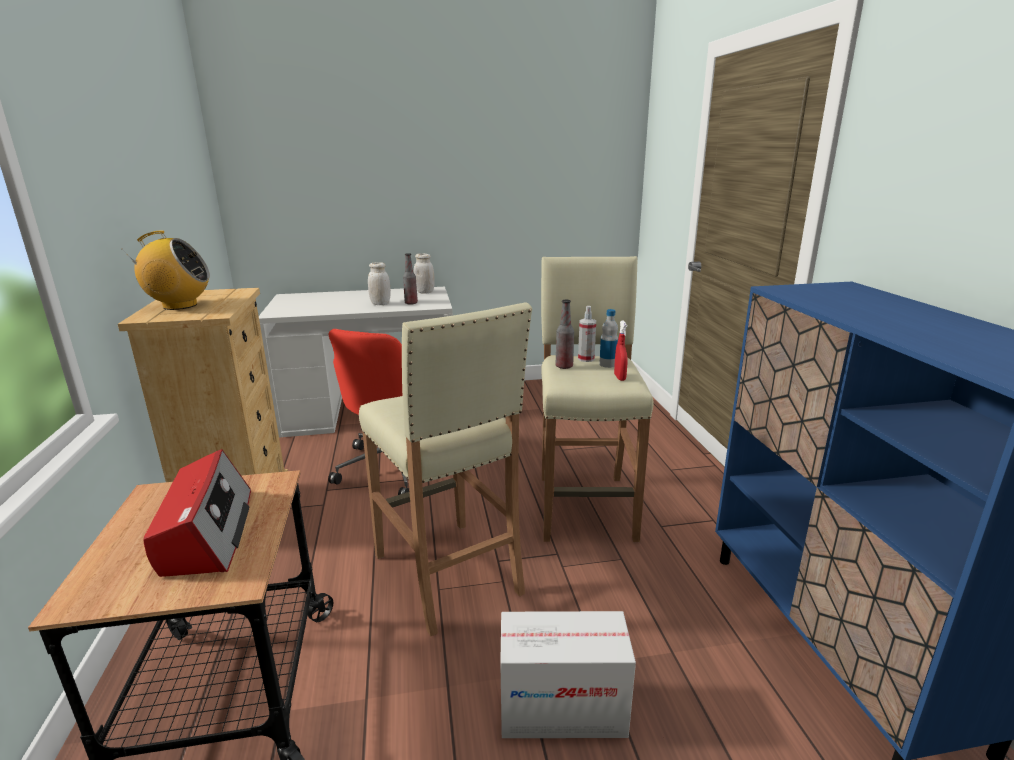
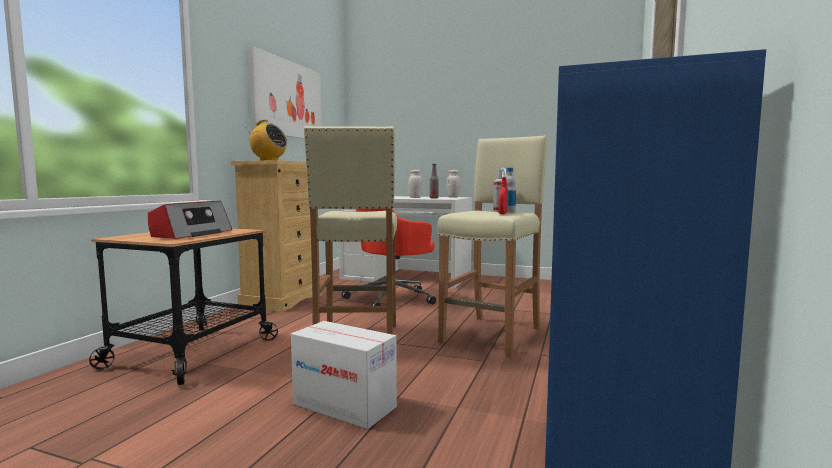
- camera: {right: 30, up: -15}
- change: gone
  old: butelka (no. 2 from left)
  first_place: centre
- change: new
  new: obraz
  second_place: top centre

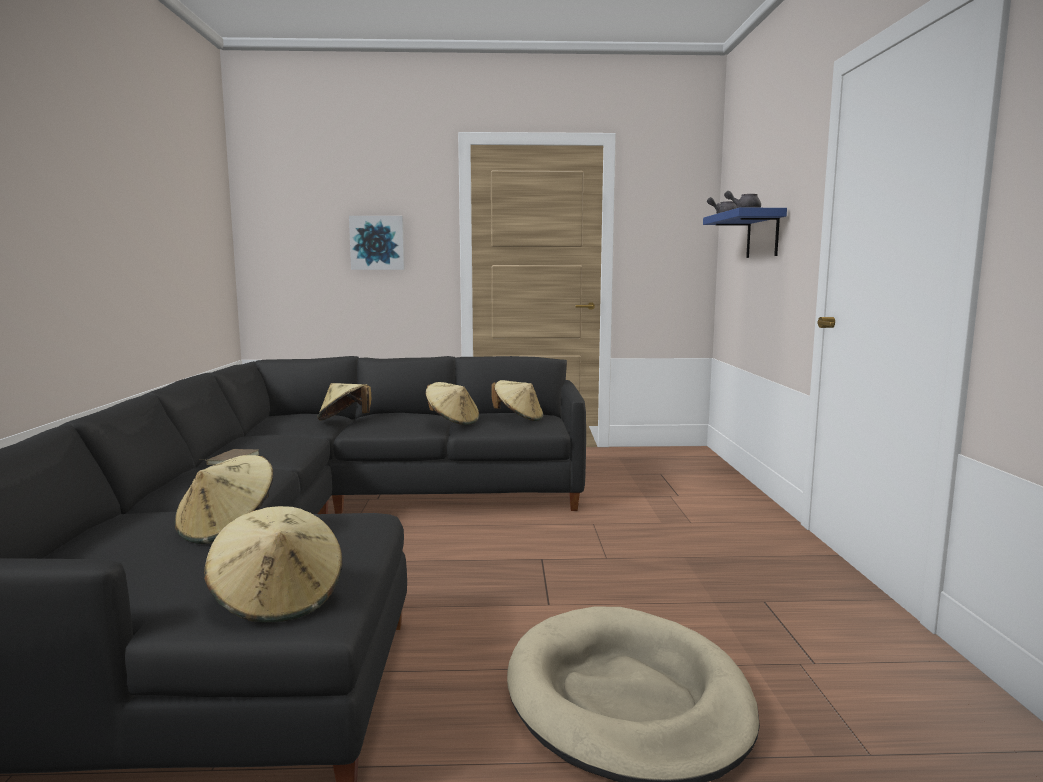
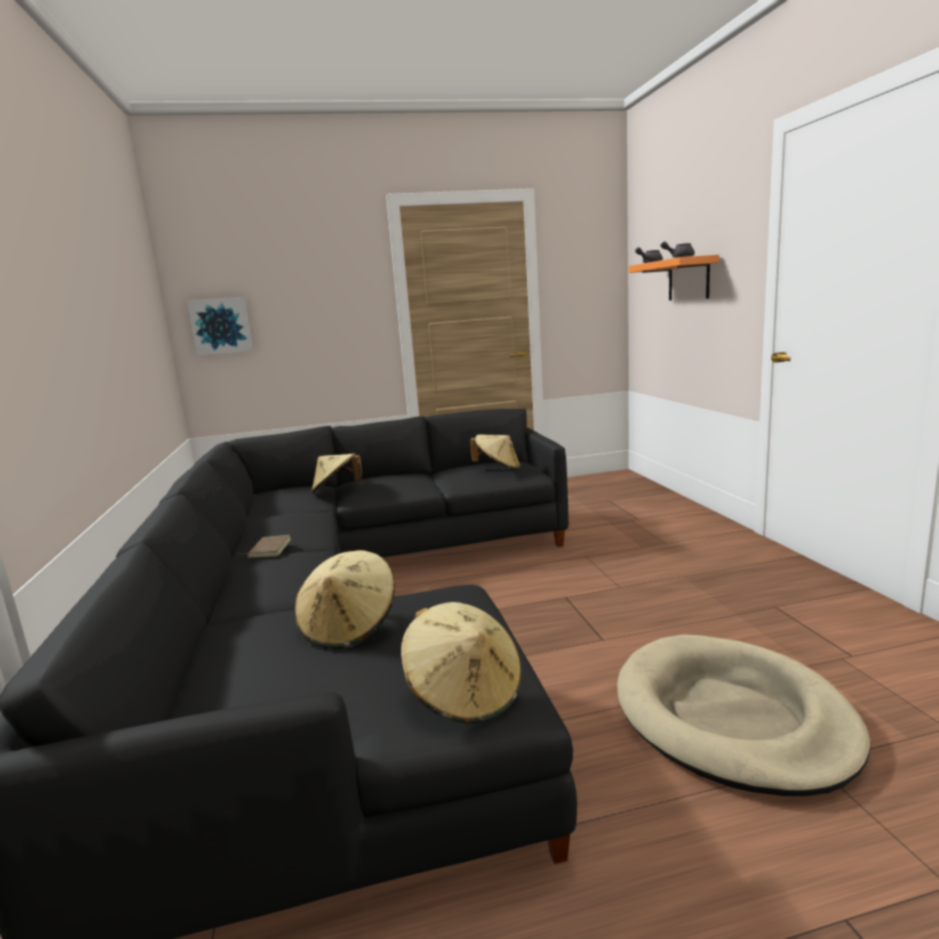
- camera: {right: -10, up: 5}
- change: repainted
  old: półka/niebieski
  new: półka/pomarańczowy
  first_place: top right
  second_place: top right
- change: shifted
  old: obraz
  first_place: top centre
  second_place: middle left
- change: gone
  old: kapelusz/beżowy (no. 4 from left)
  first_place: centre

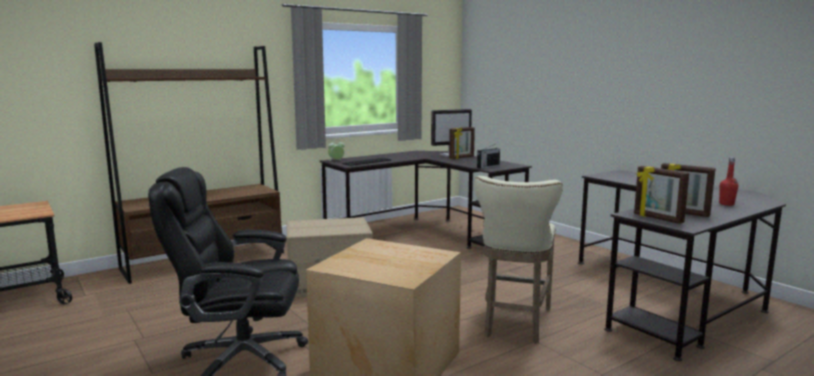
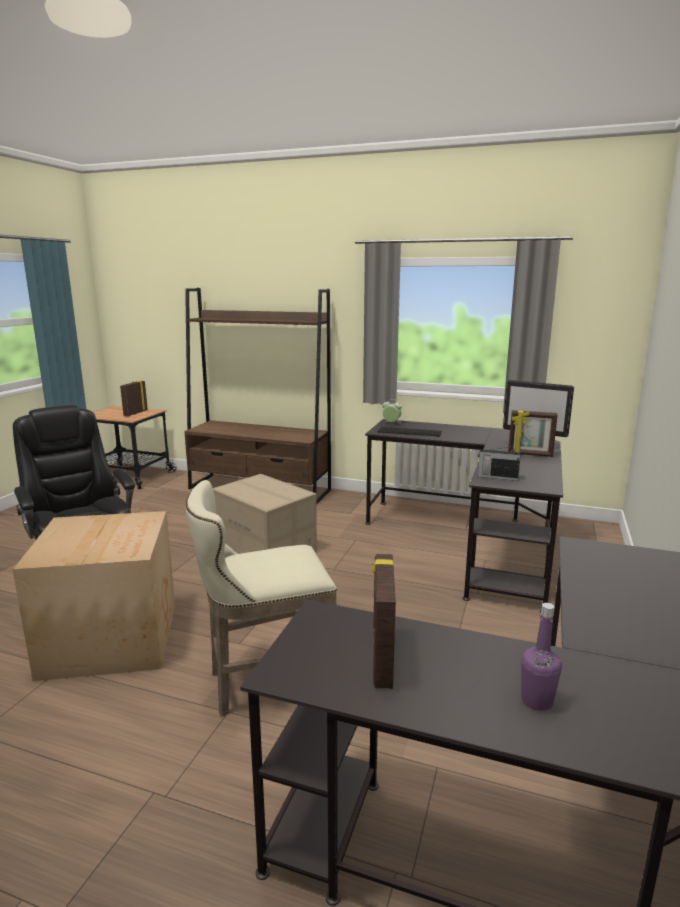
- camera: {right: 55, up: 5}
- change: repainted
  old: butelka/czerwony
  new: butelka/fioletowy
  first_place: middle right
  second_place: bottom right
- change: shifted
  old: ramka na zdjęcie (no. 2 from left in the first image)
  new: ramka na zdjęcie (no. 1 from left)
  first_place: middle right
  second_place: middle left

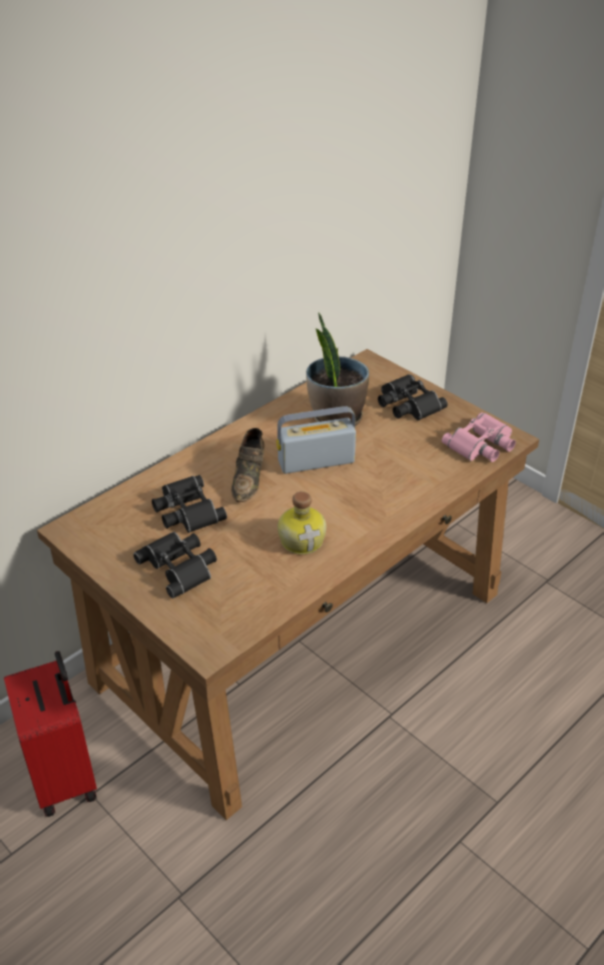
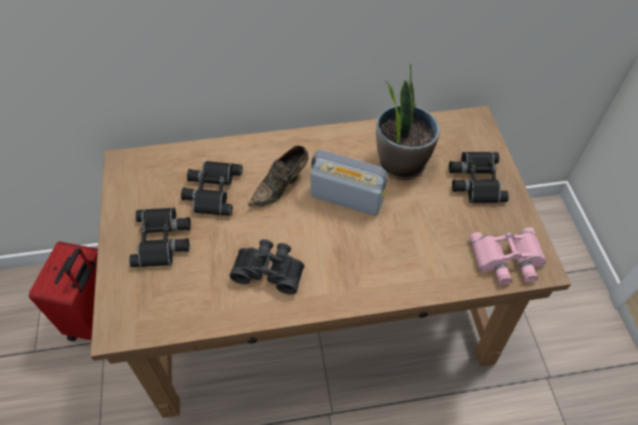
- camera: {right: 35, up: 15}
- change: swapped
  old: butelka
  new: lornetka/czarny (no. 3 from left)
  first_place: centre
  second_place: centre

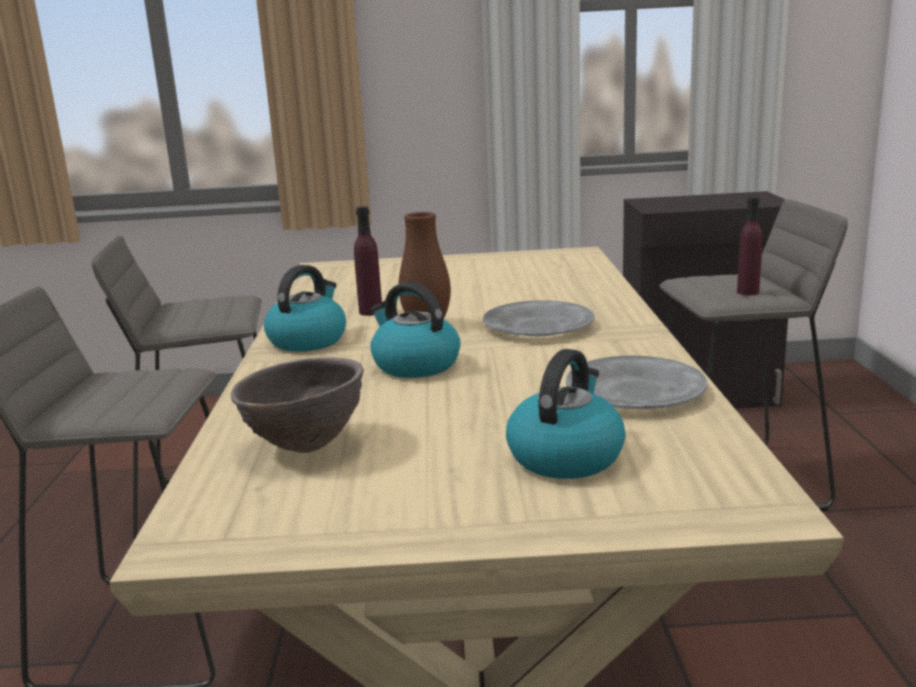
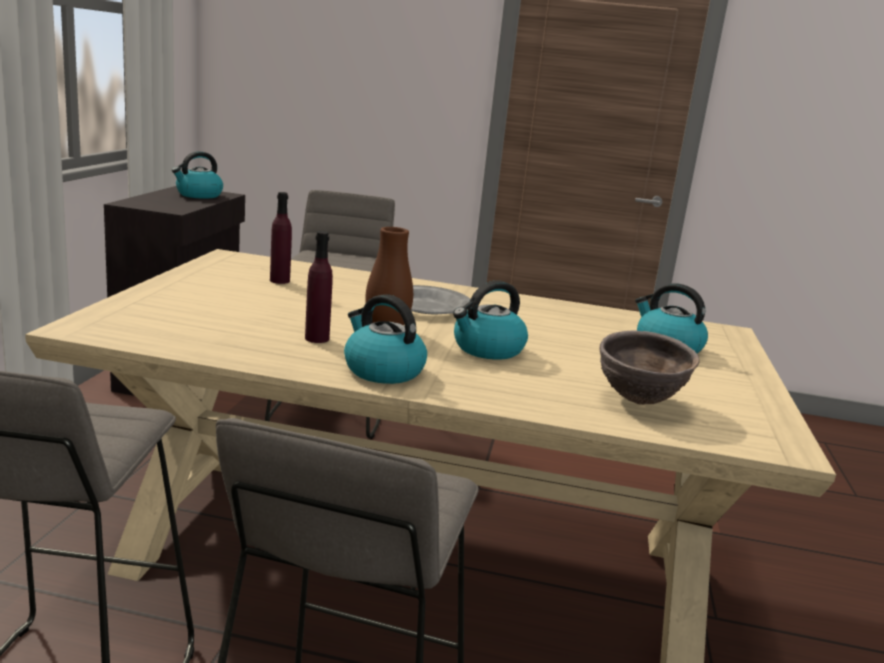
- camera: {right: -80, up: 0}
- change: shifted
  old: butelka/fioletowy (no. 2 from left in the first image)
  new: butelka/fioletowy (no. 1 from left)
  first_place: middle right
  second_place: middle left
- change: gone
  old: talerz/szary (no. 2 from left)
  first_place: middle right
- change: new
  new: czajnik (no. 1 from left)
  second_place: top left

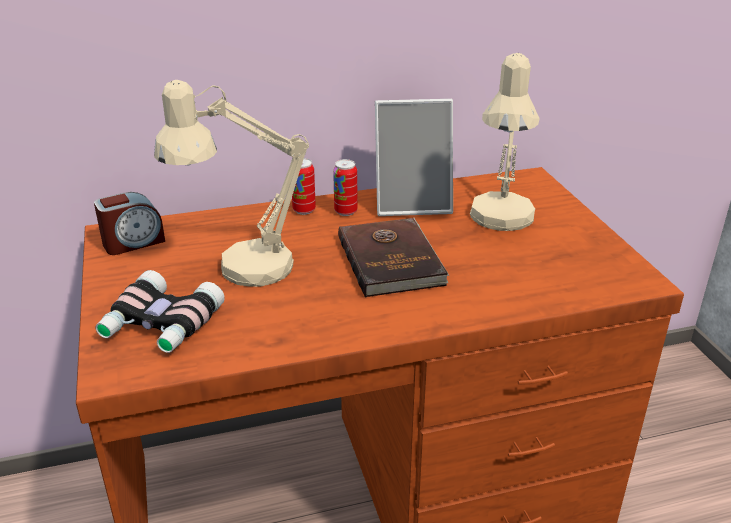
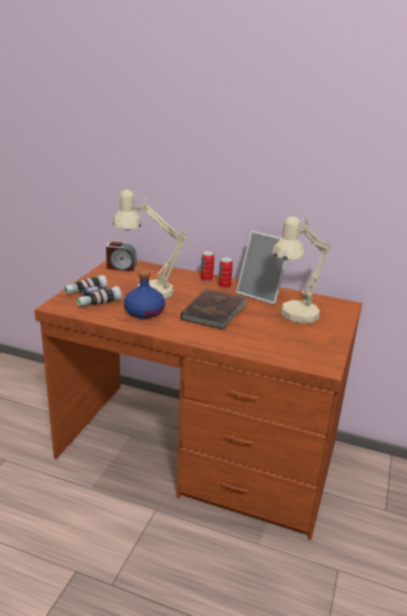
- camera: {right: 35, up: -5}
- change: new
  new: butelka/niebieski
  second_place: centre

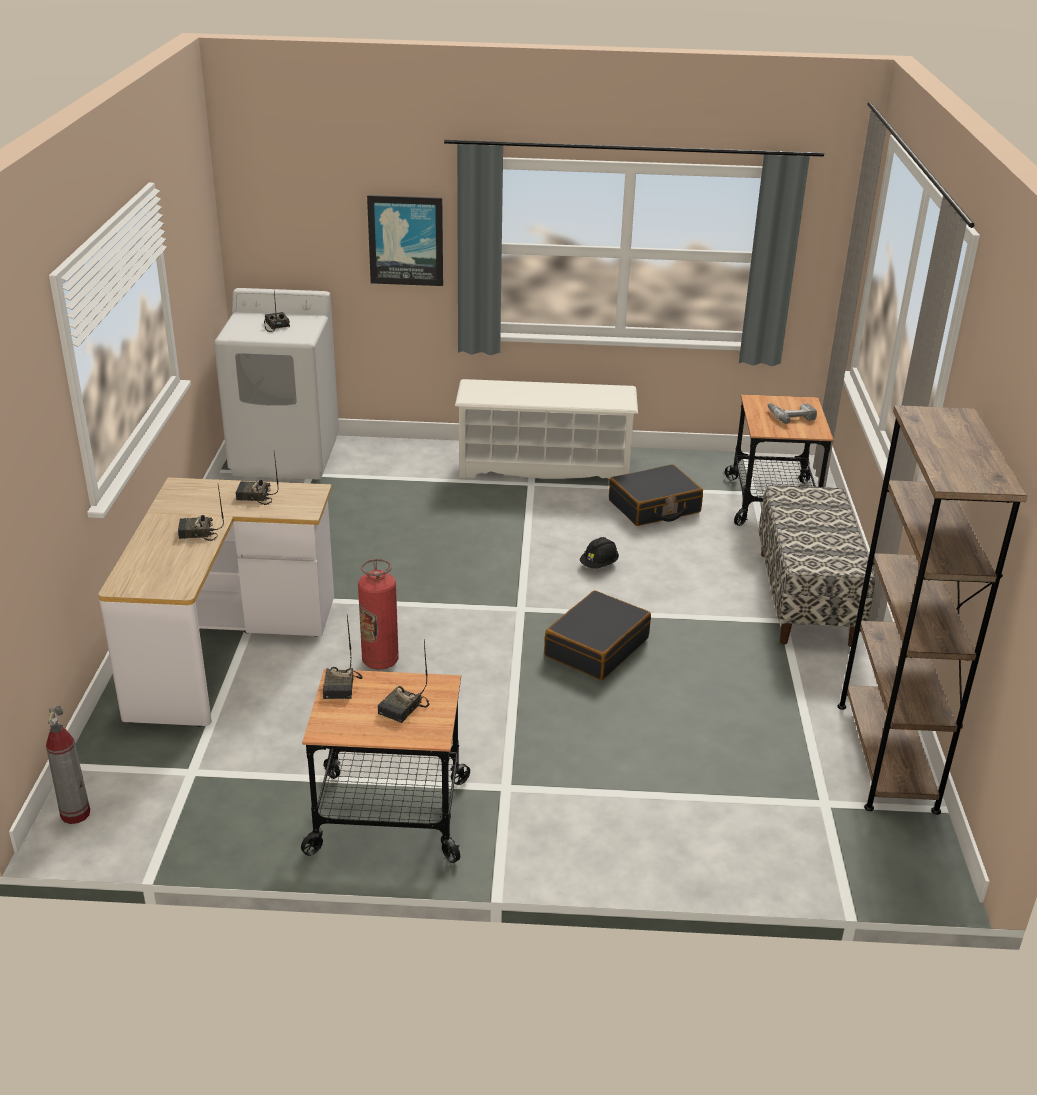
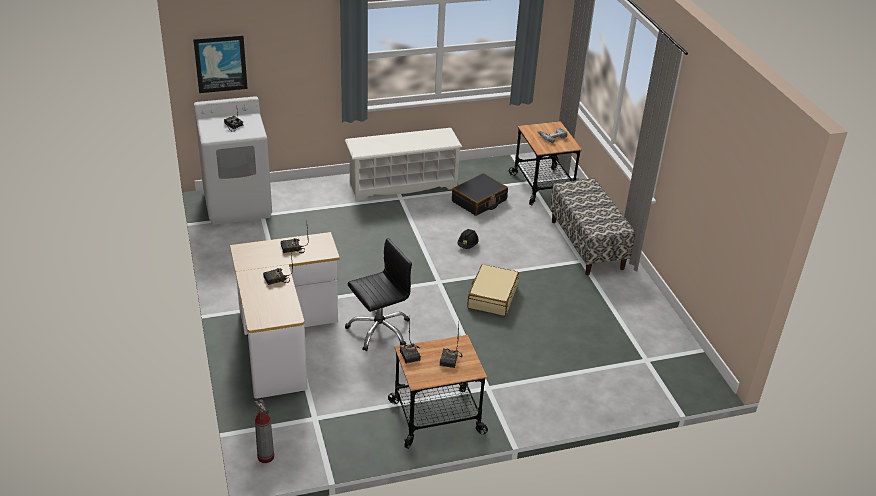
- camera: {right: -20, up: 5}
- change: shifted
  old: obraz
  first_place: top centre
  second_place: top left
- change: gone
  old: regał/brązowy
  first_place: middle right
- change: swapped
  old: gaśnica (no. 2 from left)
  new: krzesło biurowe/czarny
  first_place: centre
  second_place: centre
- change: repainted
  old: walizka/czarny (no. 1 from left)
  new: walizka/beżowy
  first_place: centre
  second_place: centre

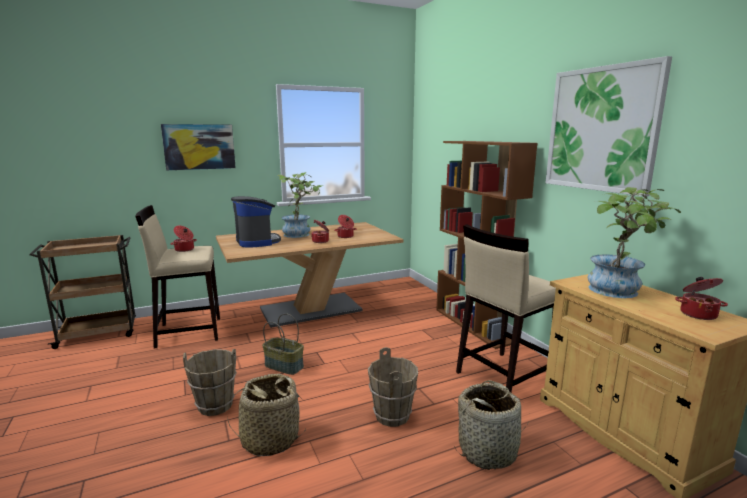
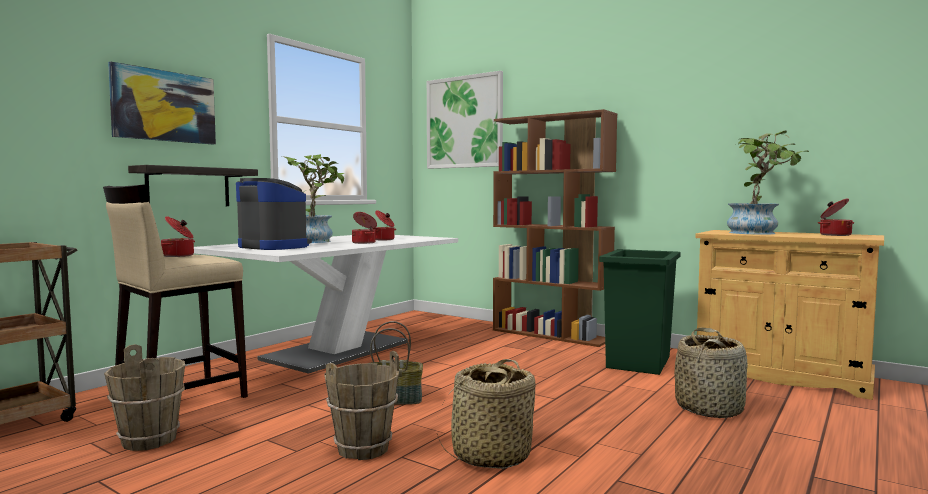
- camera: {right: -30, up: -10}
- change: shifted
  old: obraz (no. 2 from left)
  first_place: top right
  second_place: top centre
- change: repainted
  old: stół jadalny/brązowy
  new: stół jadalny/biały
  first_place: centre
  second_place: centre
- change: swapped
  old: stołek/beżowy (no. 2 from left)
  new: kosz na śmieci/zielony
  first_place: middle right
  second_place: middle right
- change: shifted
  old: wiadro/brązowy (no. 2 from left in the first image)
  new: wiadro/brązowy (no. 1 from left)
  first_place: bottom centre
  second_place: bottom left
- change: new
  new: półka
  second_place: middle left

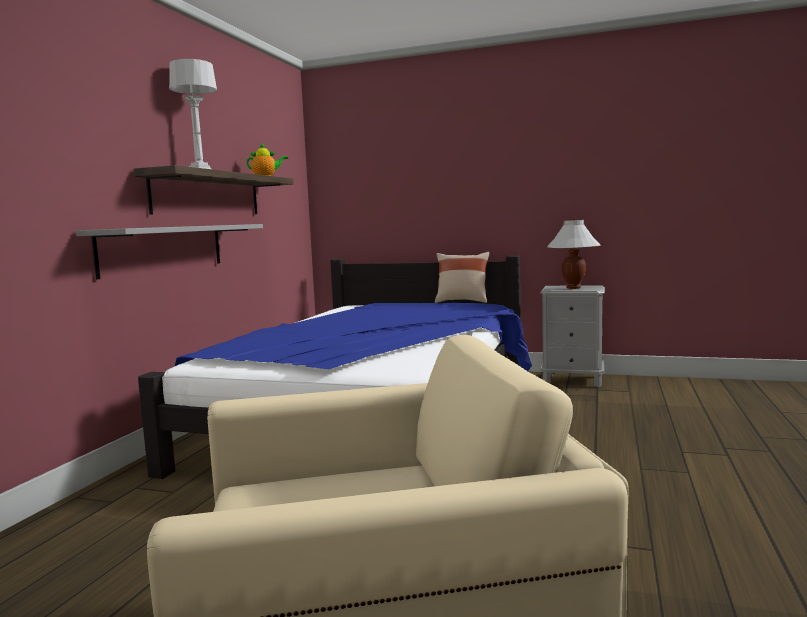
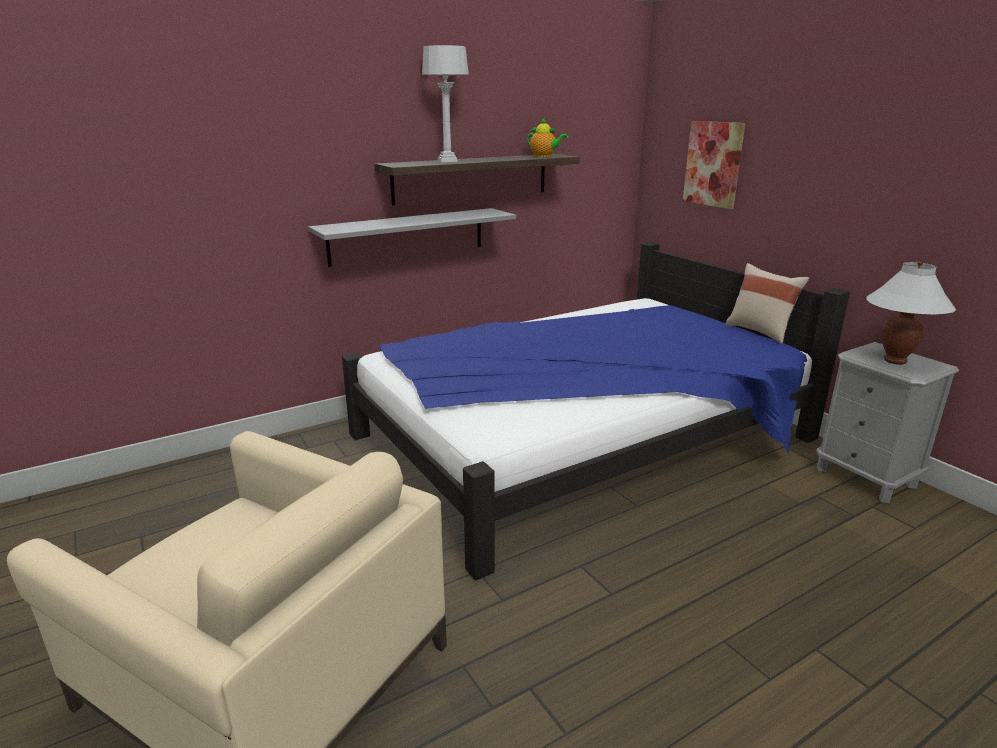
- camera: {right: 40, up: 15}
- change: new
  new: obraz
  second_place: top right

